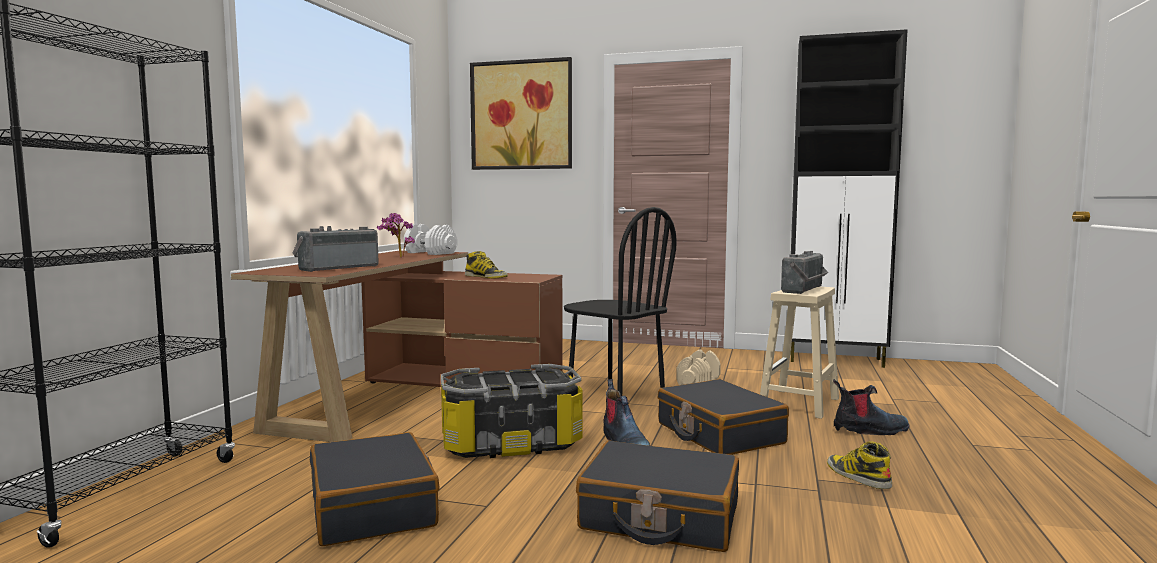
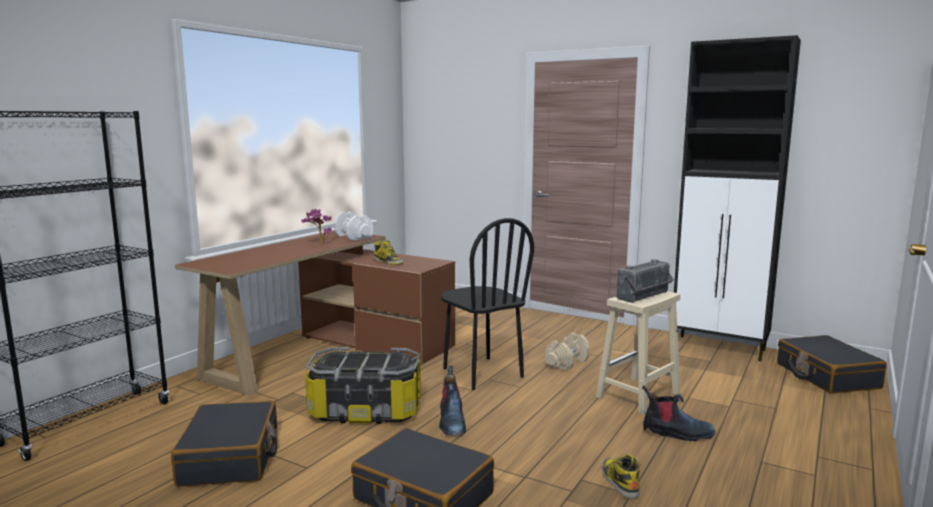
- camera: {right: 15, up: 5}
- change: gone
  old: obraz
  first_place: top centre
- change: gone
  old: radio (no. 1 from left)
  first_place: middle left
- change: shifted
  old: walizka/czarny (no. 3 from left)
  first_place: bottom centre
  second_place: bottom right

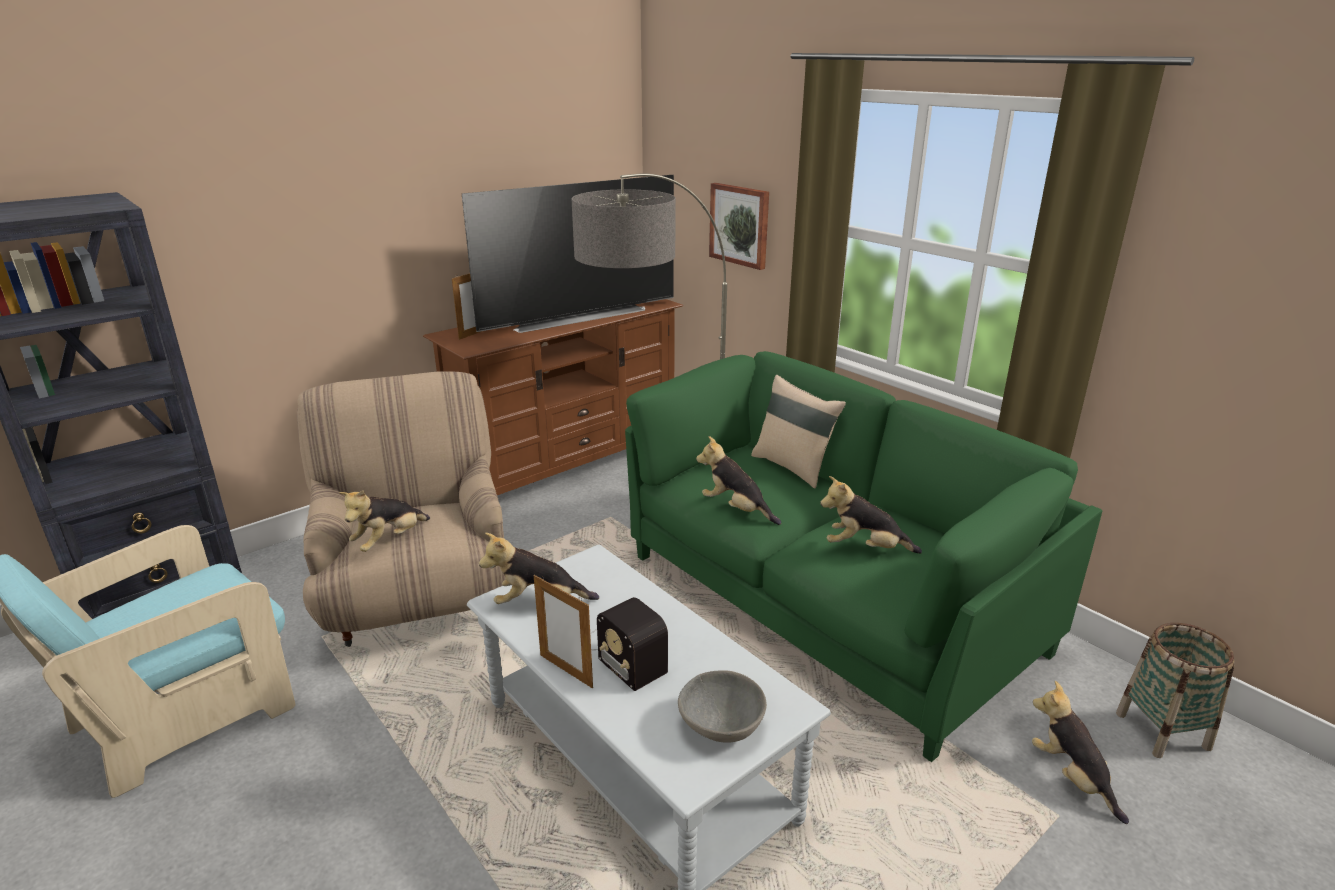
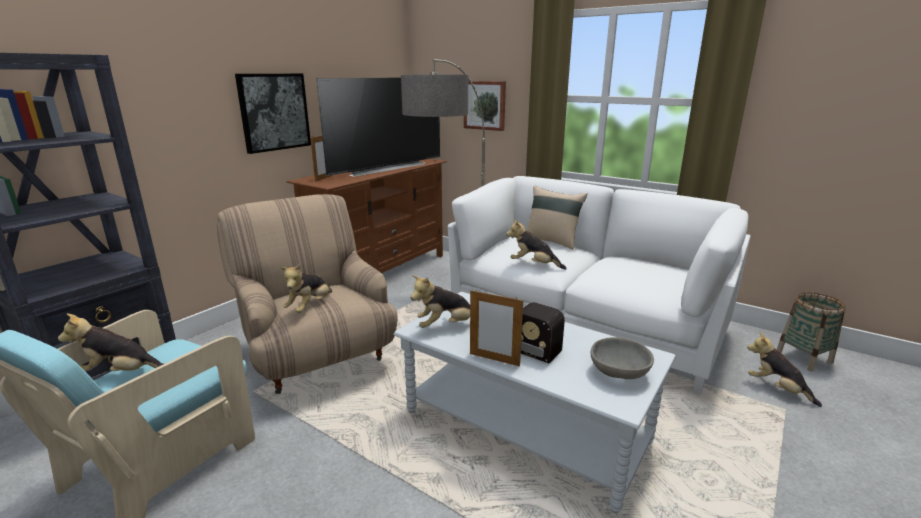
- camera: {right: -15, up: -5}
- change: repainted
  old: kanapa/zielony
  new: kanapa/biały
  first_place: centre
  second_place: centre
- change: shifted
  old: pluszak (no. 4 from left in the first image)
  new: pluszak (no. 1 from left)
  first_place: centre
  second_place: middle left
- change: new
  new: obraz (no. 1 from left)
  second_place: top left

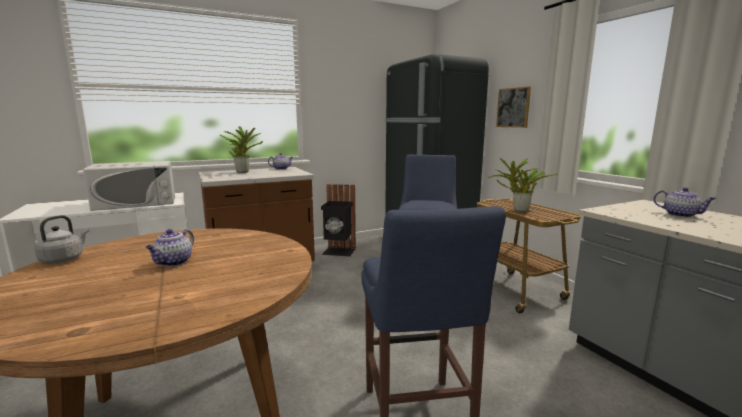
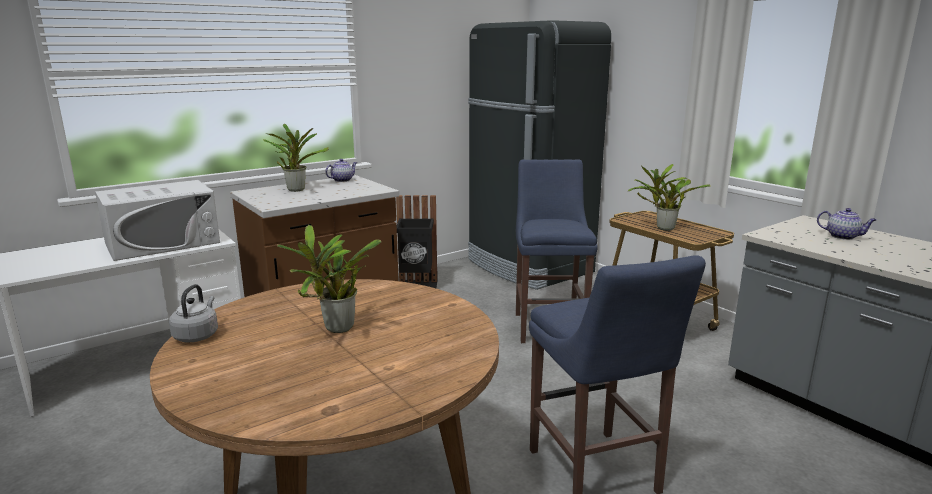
- camera: {right: -10, up: 5}
- change: gone
  old: obraz
  first_place: top right
- change: swapped
  old: imbryk (no. 1 from left)
  new: roślina doniczkowa (no. 2 from left)
  first_place: middle left
  second_place: centre

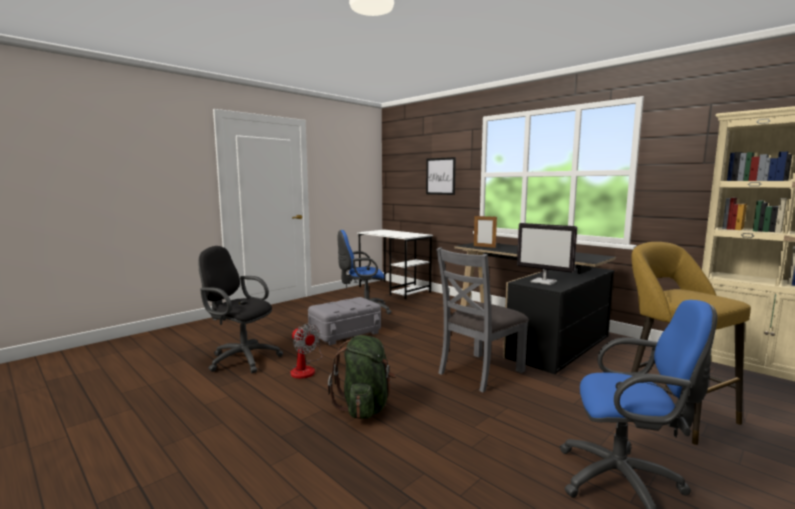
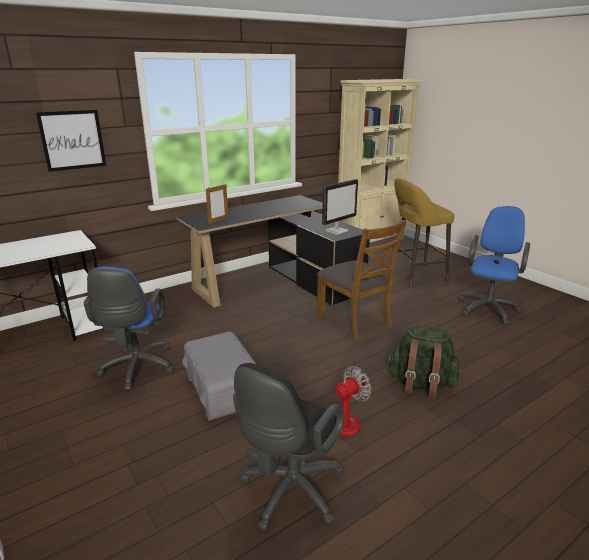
- camera: {right: -80, up: 15}
- change: repainted
  old: krzesło/szary
  new: krzesło/brązowy
  first_place: centre
  second_place: centre

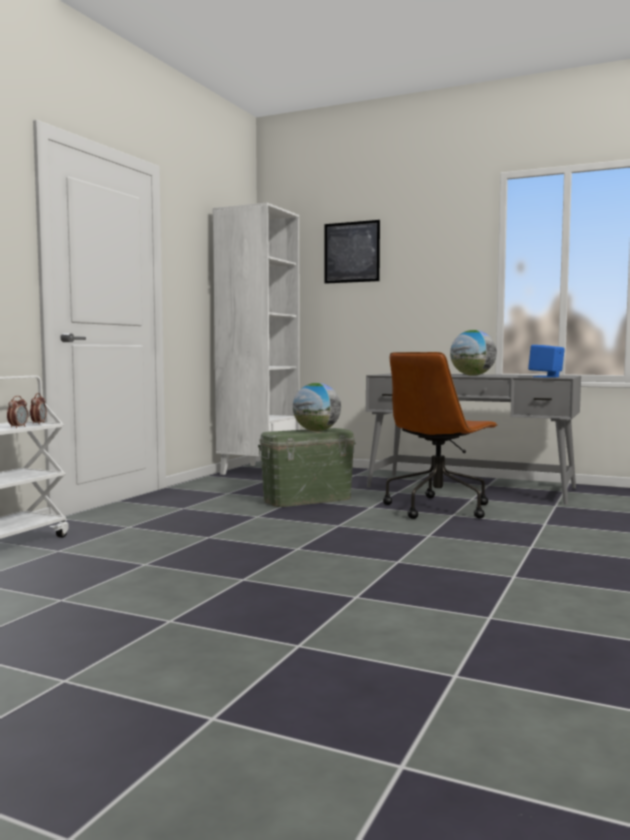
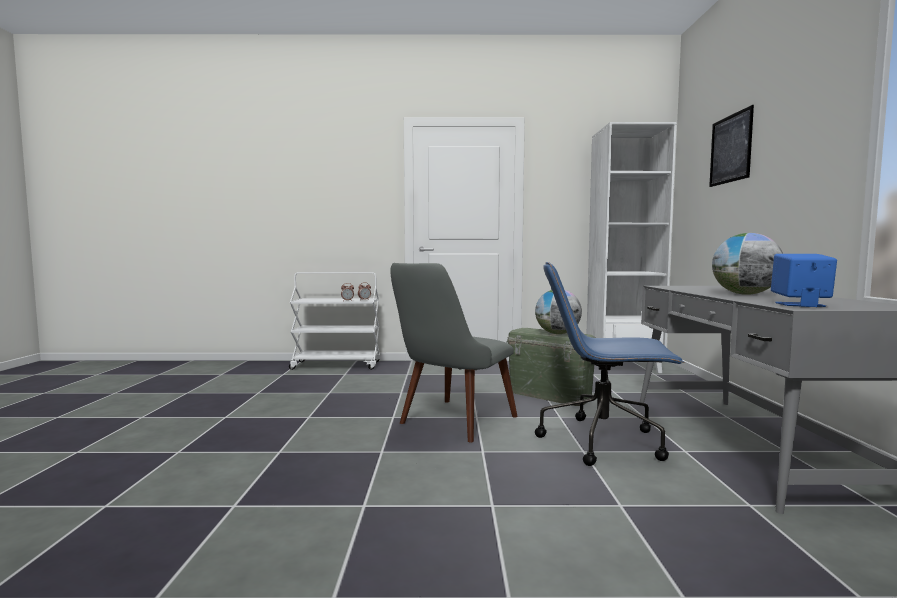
- camera: {right: 65, up: 0}
- change: repainted
  old: krzesło biurowe/brązowy
  new: krzesło biurowe/niebieski
  first_place: middle right
  second_place: middle right
- change: new
  new: krzesło/szary
  second_place: centre

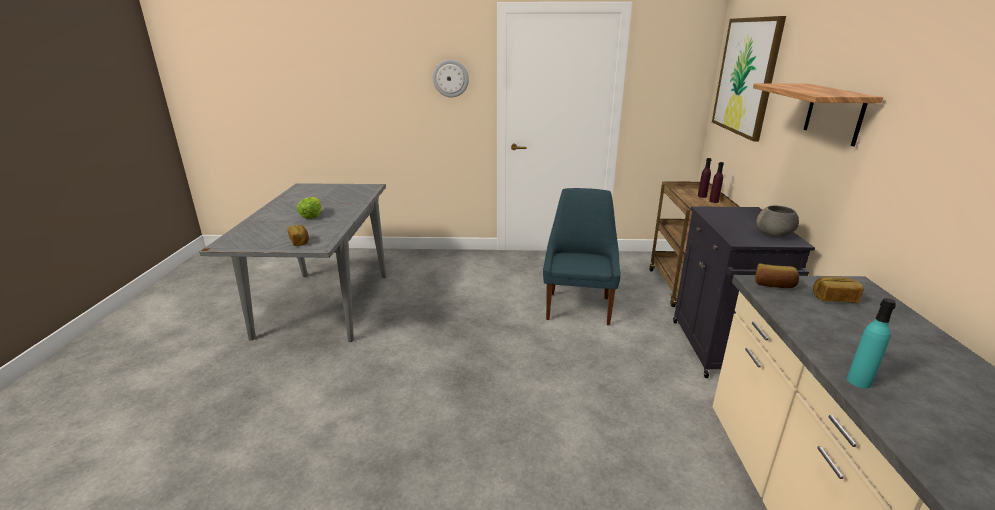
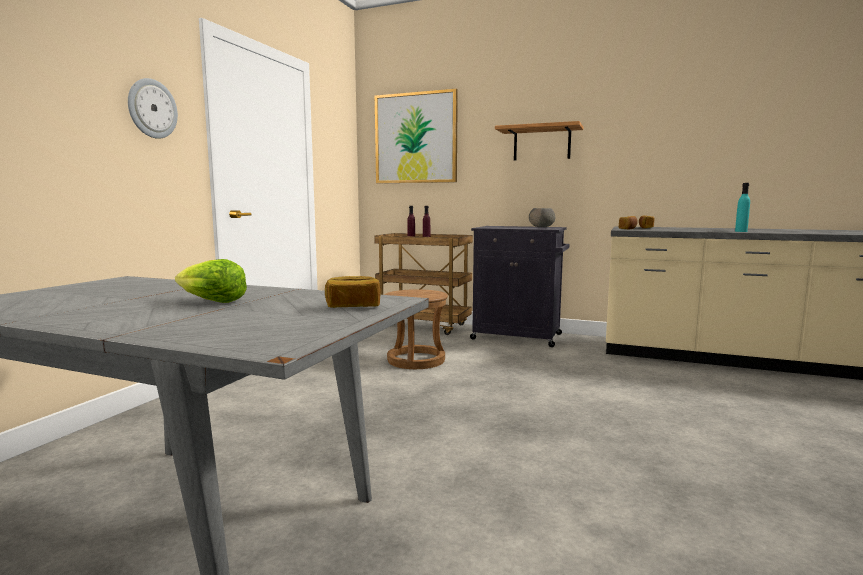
- camera: {right: -70, up: -15}
- change: swapped
  old: krzesło/niebieski
  new: stołek/brązowy
  first_place: centre
  second_place: centre

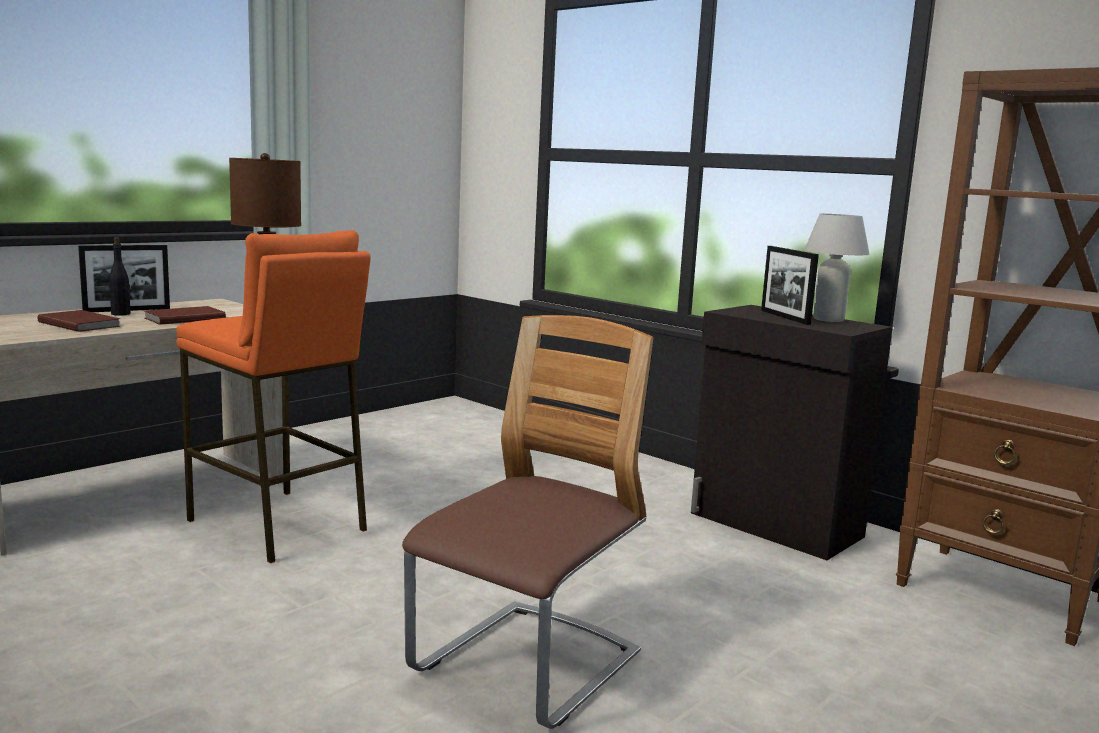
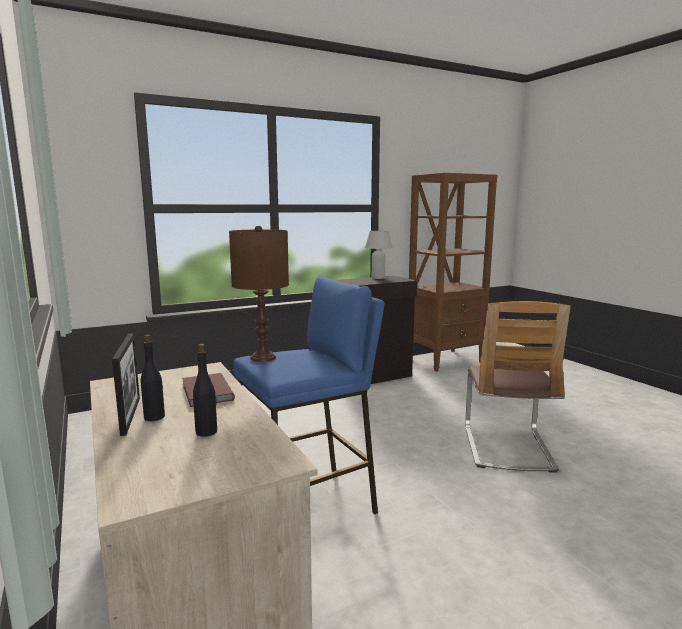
- camera: {right: -70, up: 0}
- change: repainted
  old: stołek/pomarańczowy
  new: stołek/niebieski
  first_place: middle left
  second_place: centre
- change: gone
  old: ramka na zdjęcie (no. 2 from left)
  first_place: middle right
- change: swapped
  old: książka/brązowy (no. 1 from left)
  new: butelka/czarny (no. 2 from left)
  first_place: middle left
  second_place: middle left
- change: rotated
  old: krzesło
  first_place: bottom centre
  second_place: middle right
  degrees: -135

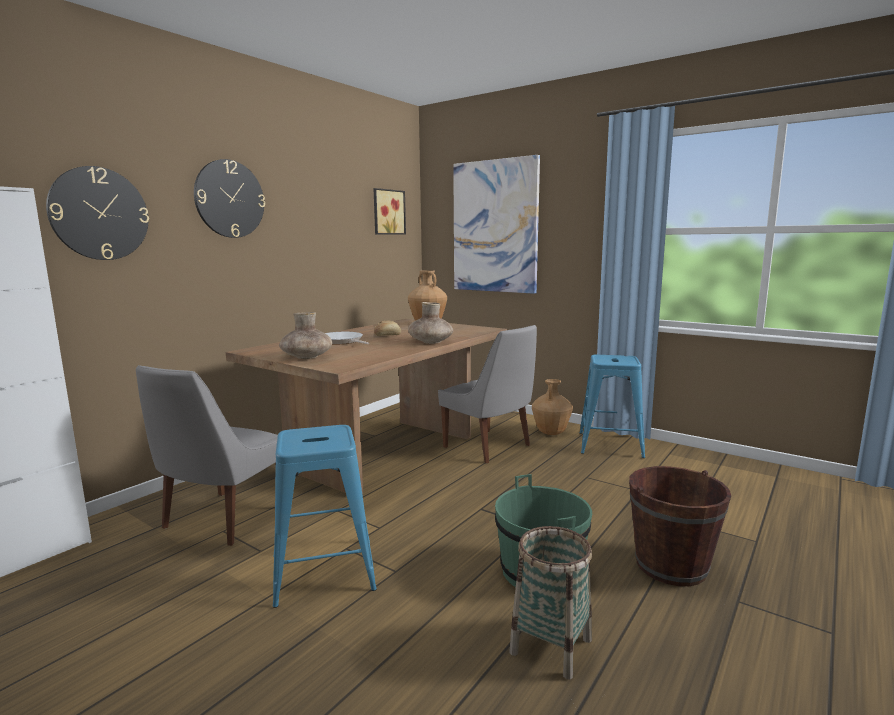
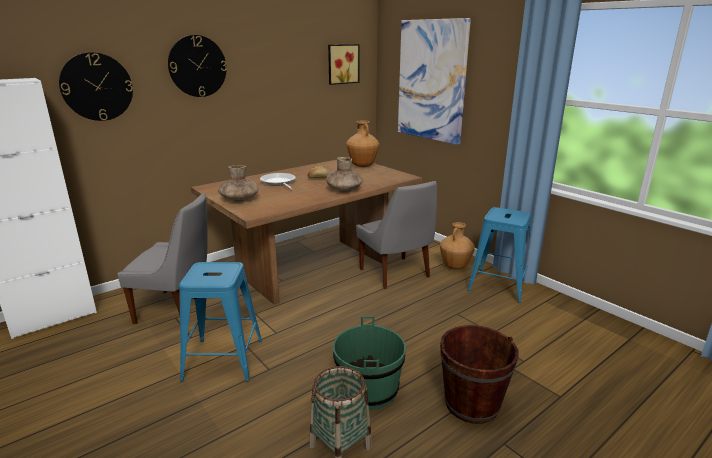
- camera: {right: 15, up: 10}
- change: rotated
  old: krzesło/szary (no. 1 from left)
  first_place: middle left
  second_place: middle left
  degrees: -120

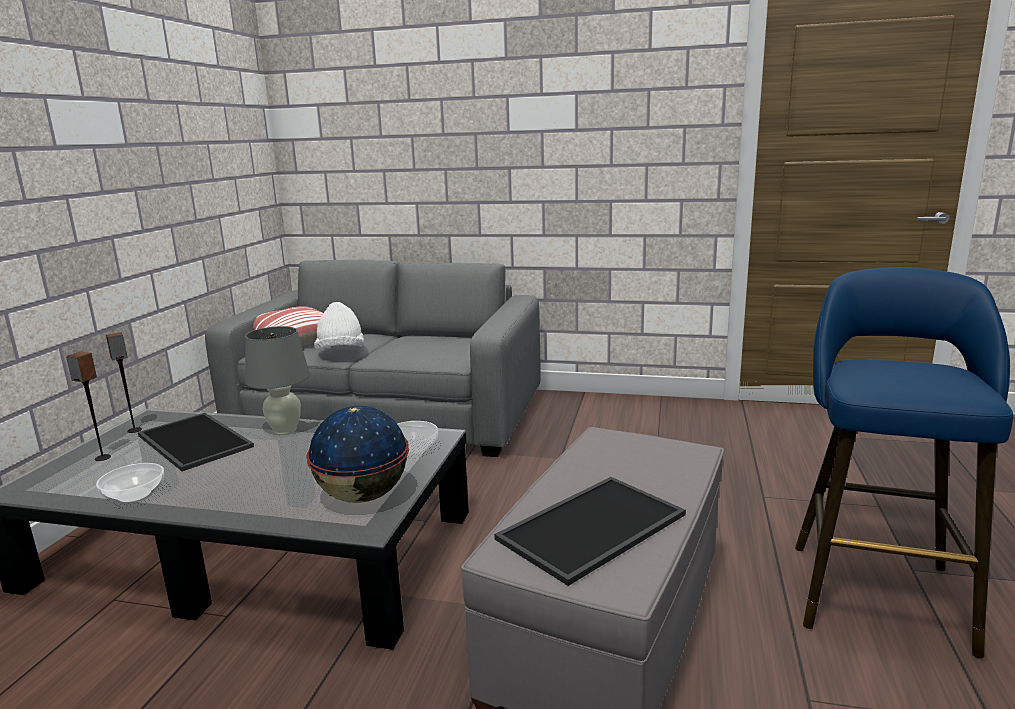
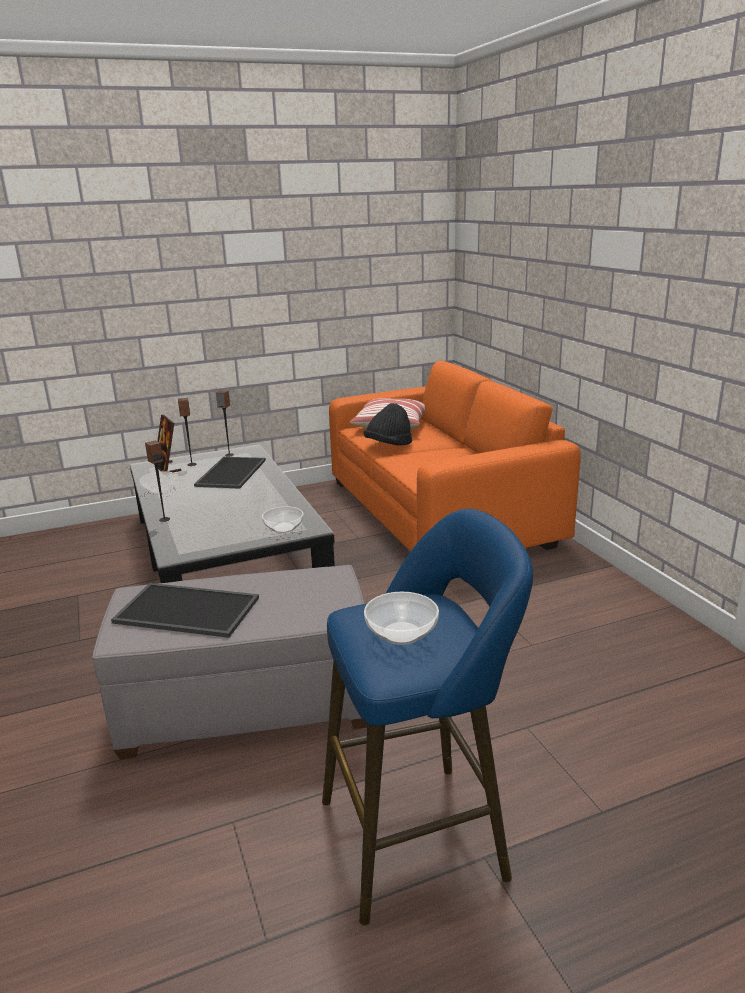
- camera: {right: 55, up: 5}
- change: repainted
  old: kanapa/szary
  new: kanapa/pomarańczowy
  first_place: centre
  second_place: centre
- change: repainted
  old: kapelusz/biały
  new: kapelusz/czarny
  first_place: centre
  second_place: centre
- change: gone
  old: lampa stołowa/szary
  first_place: middle left
- change: gone
  old: globus
  first_place: centre
- change: new
  new: ramka na zdjęcie
  second_place: middle left
- change: new
  new: głośnik (no. 1 from left)
  second_place: middle left
- change: new
  new: miska (no. 3 from left)
  second_place: centre

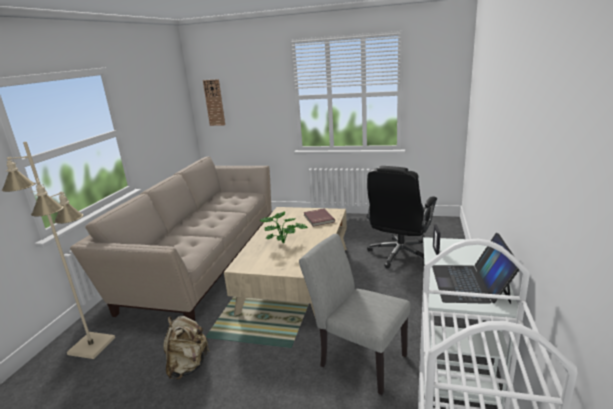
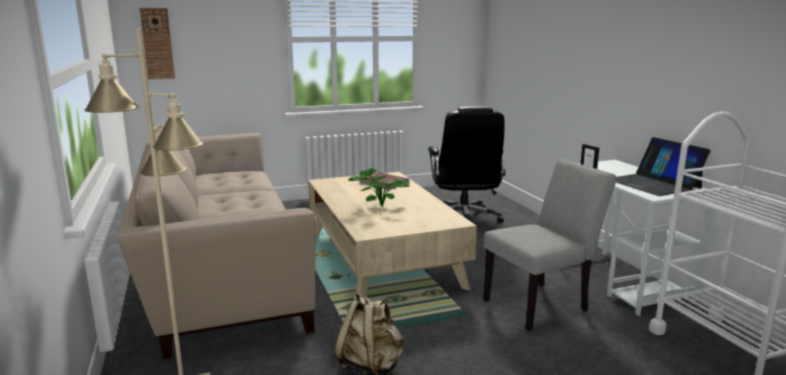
- camera: {right: -35, up: -5}
- change: rotated
  old: krzesło/szary
  first_place: bottom centre
  second_place: middle right
  degrees: 150

